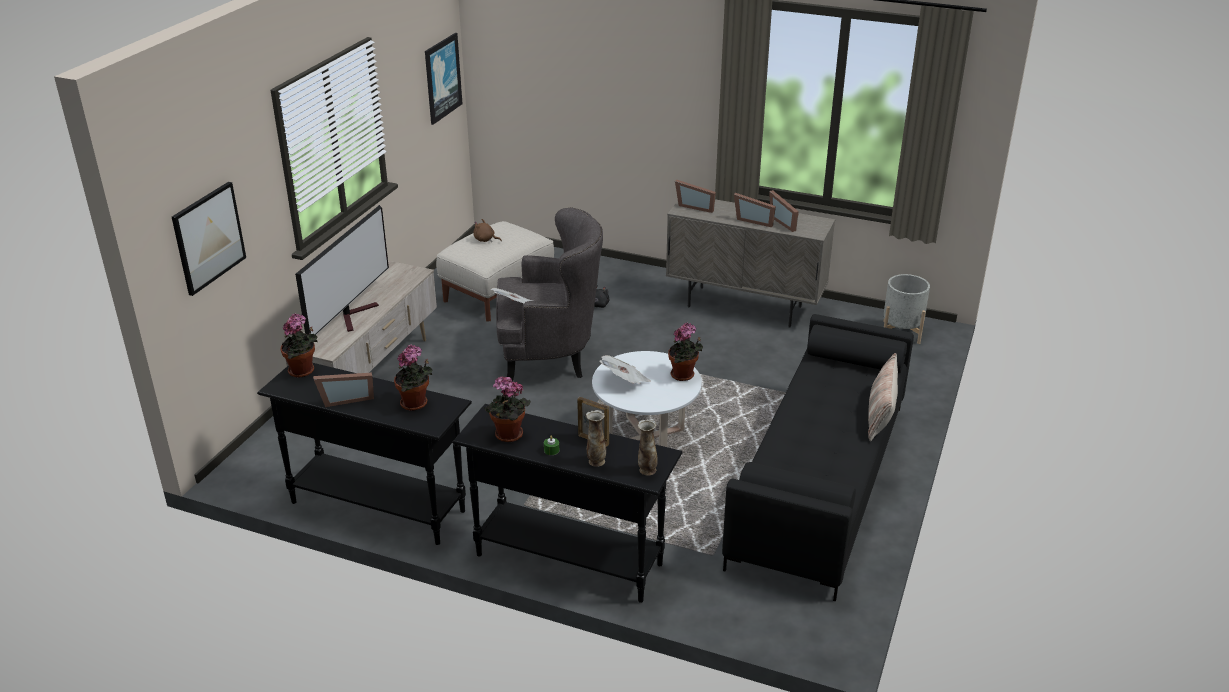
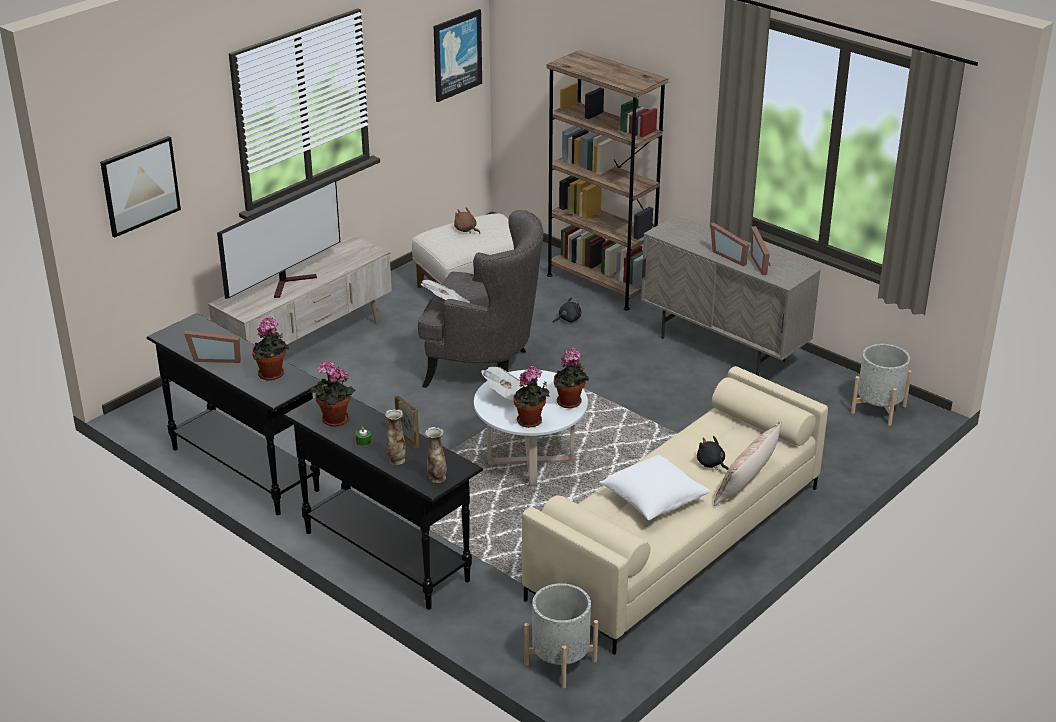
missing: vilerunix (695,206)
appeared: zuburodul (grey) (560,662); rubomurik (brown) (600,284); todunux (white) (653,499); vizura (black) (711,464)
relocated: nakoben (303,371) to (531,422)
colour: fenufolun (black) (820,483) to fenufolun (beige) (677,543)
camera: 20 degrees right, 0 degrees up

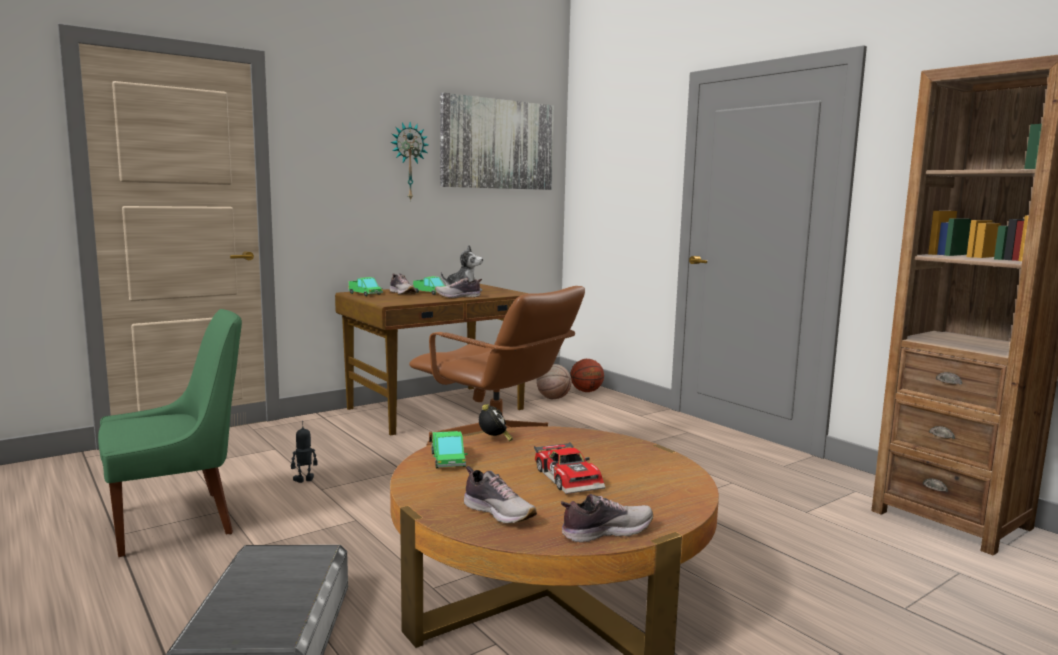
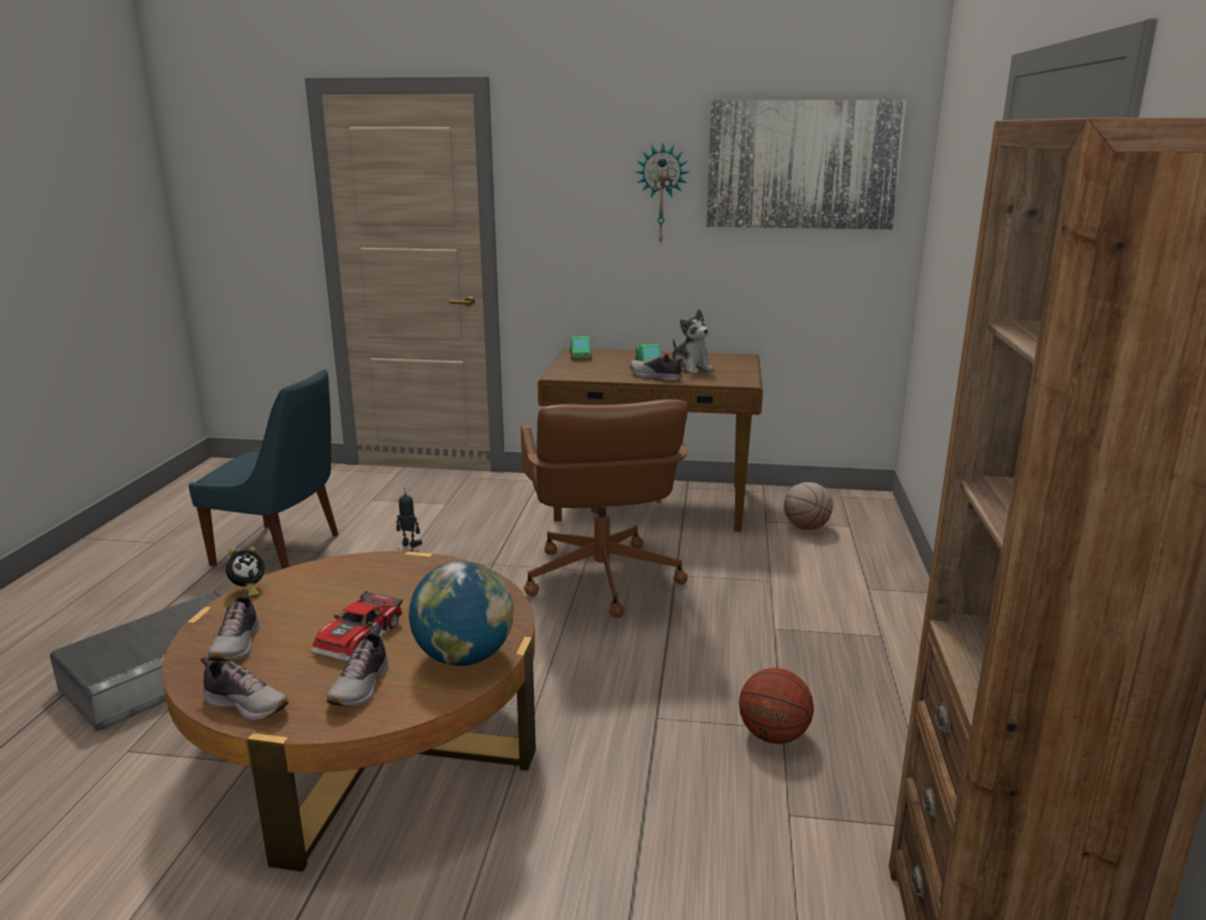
missing: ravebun (448,459)
appeared: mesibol (464,657)
relocated: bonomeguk (494,440) to (247,590); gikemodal (403,293) to (361,686); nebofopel (586,391) to (773,736)
colour: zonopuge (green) (178,521) to zonopuge (blue) (281,550)
camera: 45 degrees right, 10 degrees up

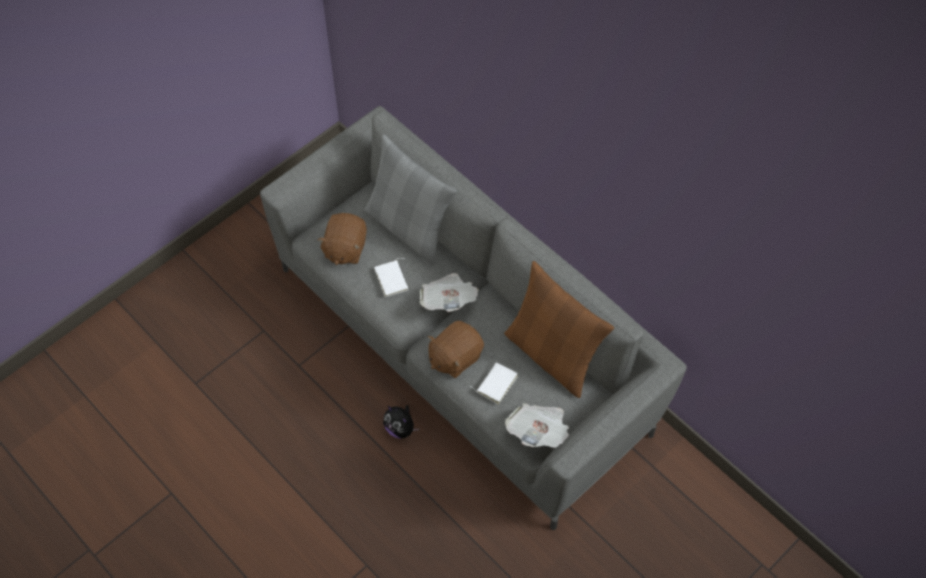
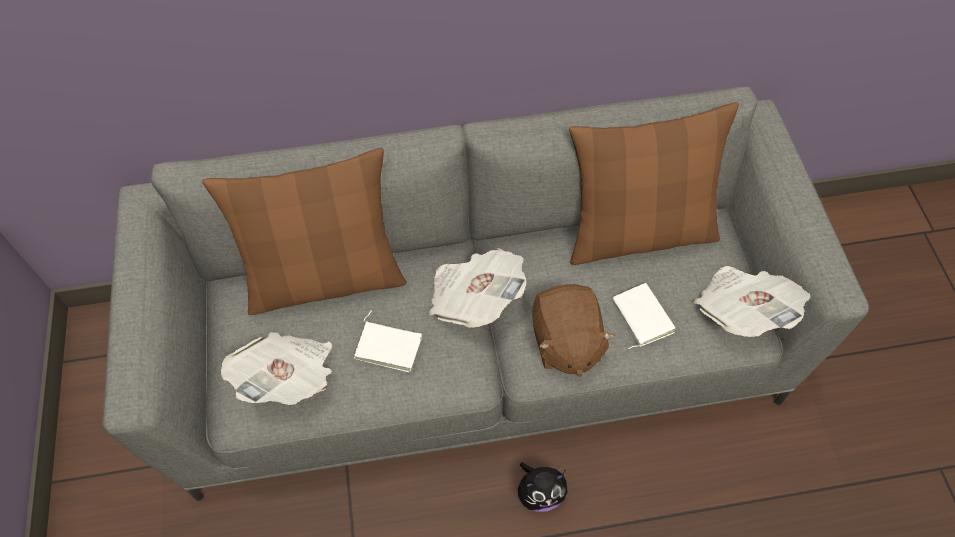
exchanged: vizura (brown) (345,248) to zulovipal (288,377)
colour: todunux (grey) (409,228) to todunux (brown) (325,279)
camera: 55 degrees left, 0 degrees up

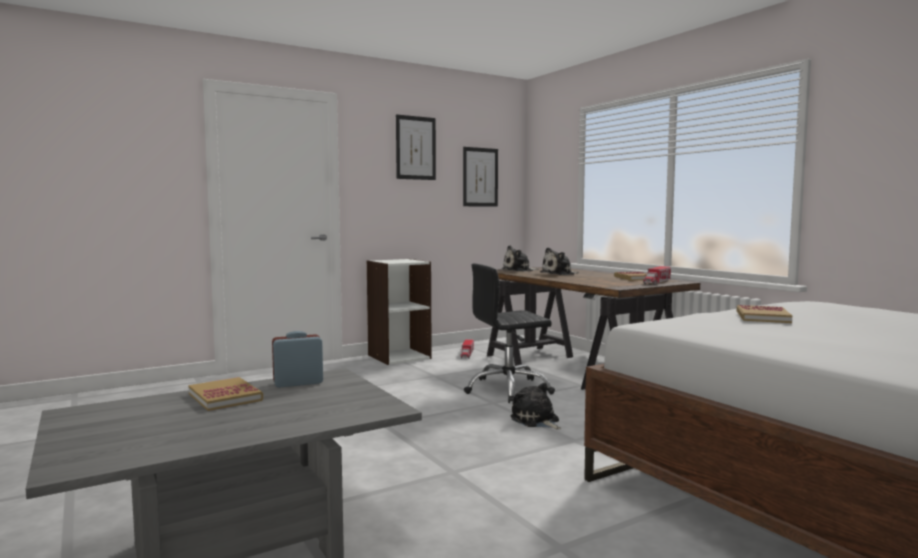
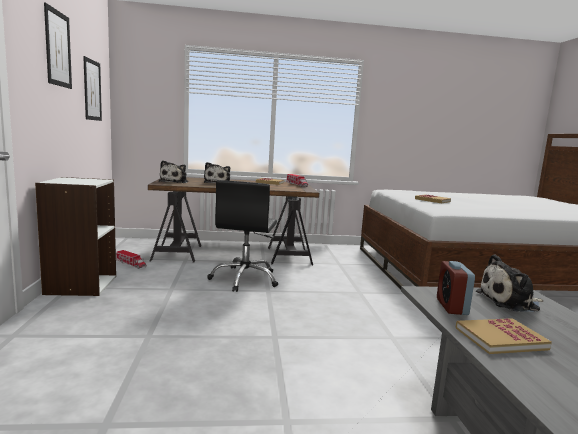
relocated: vizura (536,420) to (510,302)
camera: 65 degrees left, 5 degrees up

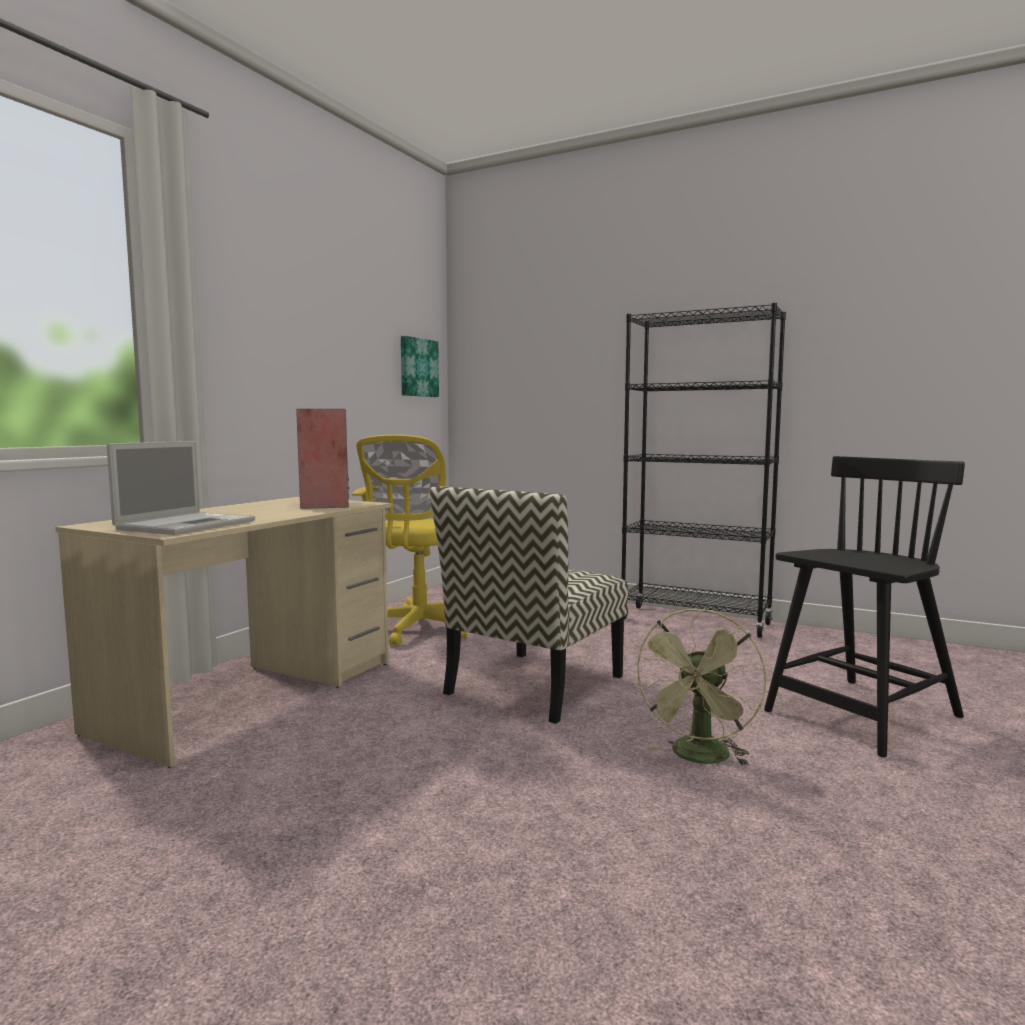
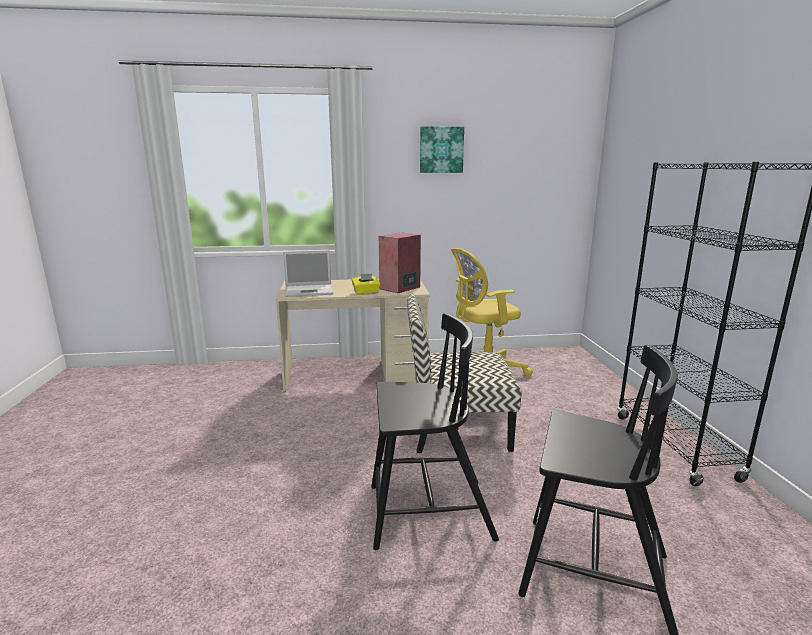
appeared: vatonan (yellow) (366,293)
relocated: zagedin (417,367) to (441,150)
exchanged: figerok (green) (699,758) to zonopuge (black) (427,512)
camera: 55 degrees right, 10 degrees up

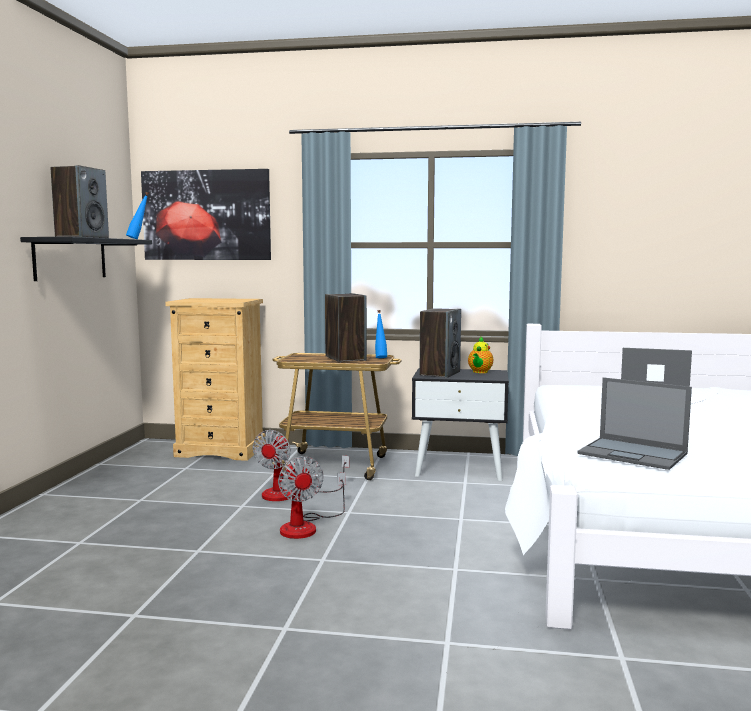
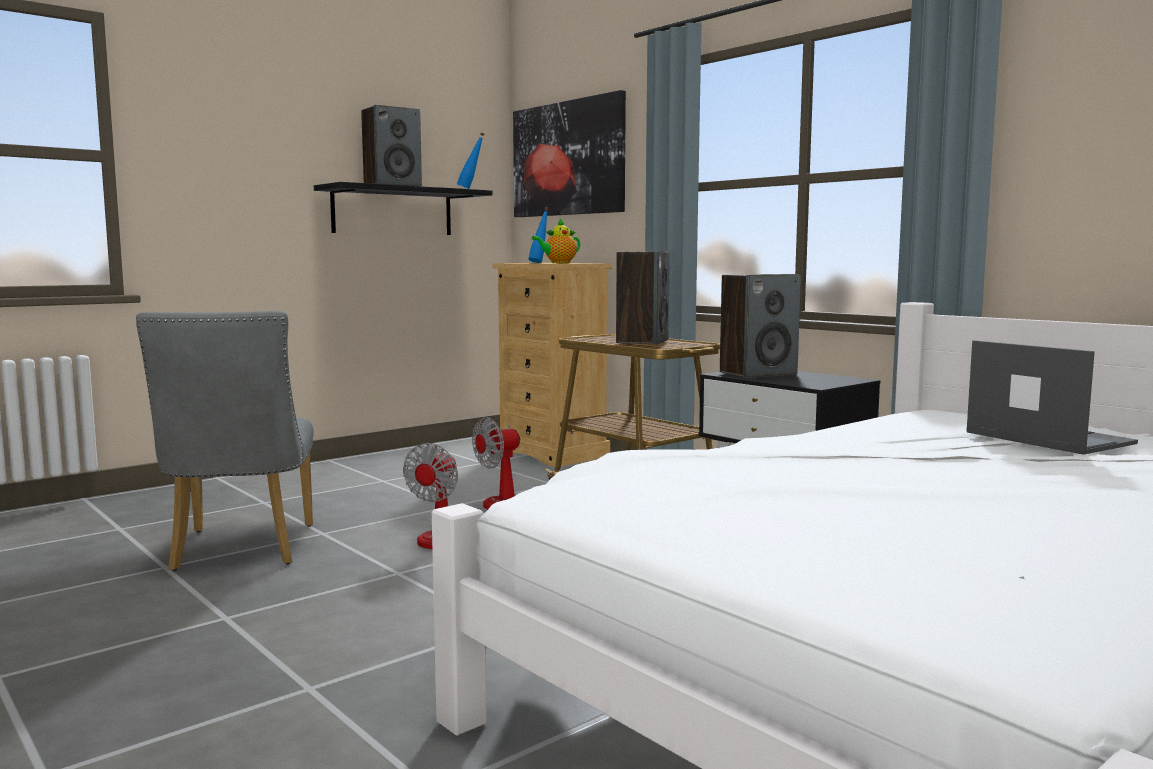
missing: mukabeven (634,454)
appeared: zonopuge (grey) (240,551)
relocated: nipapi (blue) (380,358) to (539,262); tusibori (479,372) to (558,263)
camera: 40 degrees right, 0 degrees up

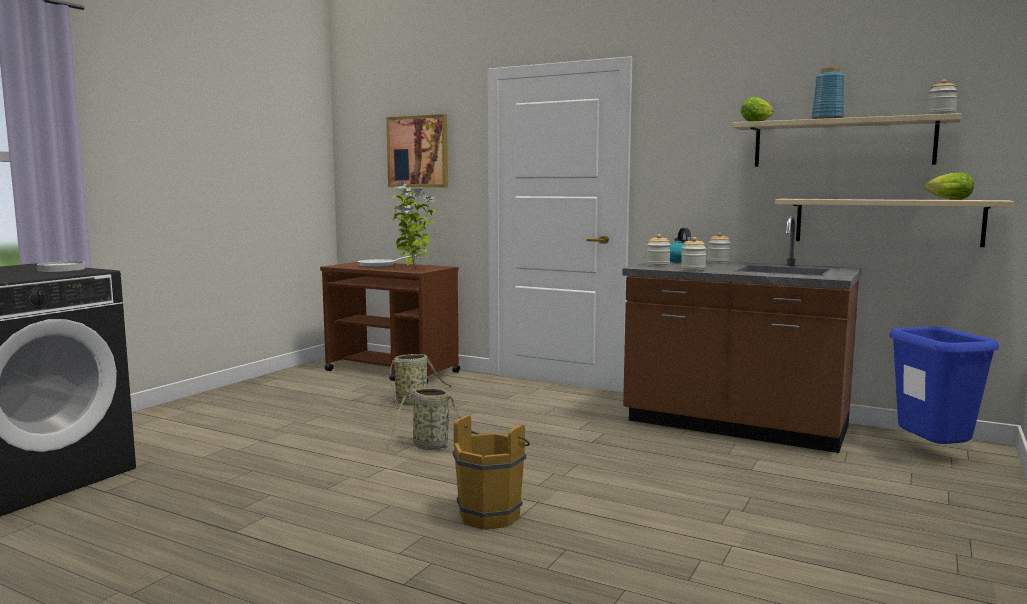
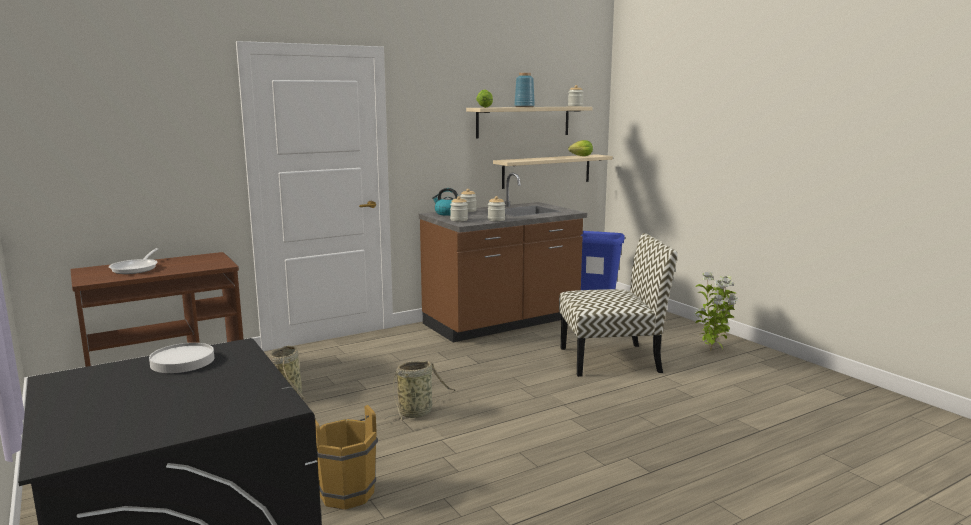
missing: zagedin (418,151)
appeared: zonopuge (611,359)
relocated: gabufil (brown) (492,514) to (345,491); nakoben (413,269) to (712,351)
camera: 60 degrees left, 5 degrees up

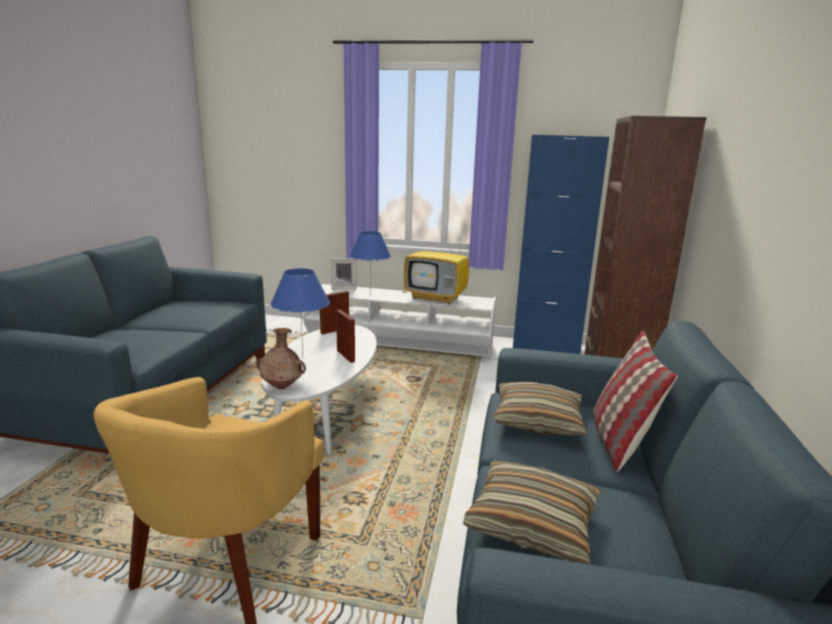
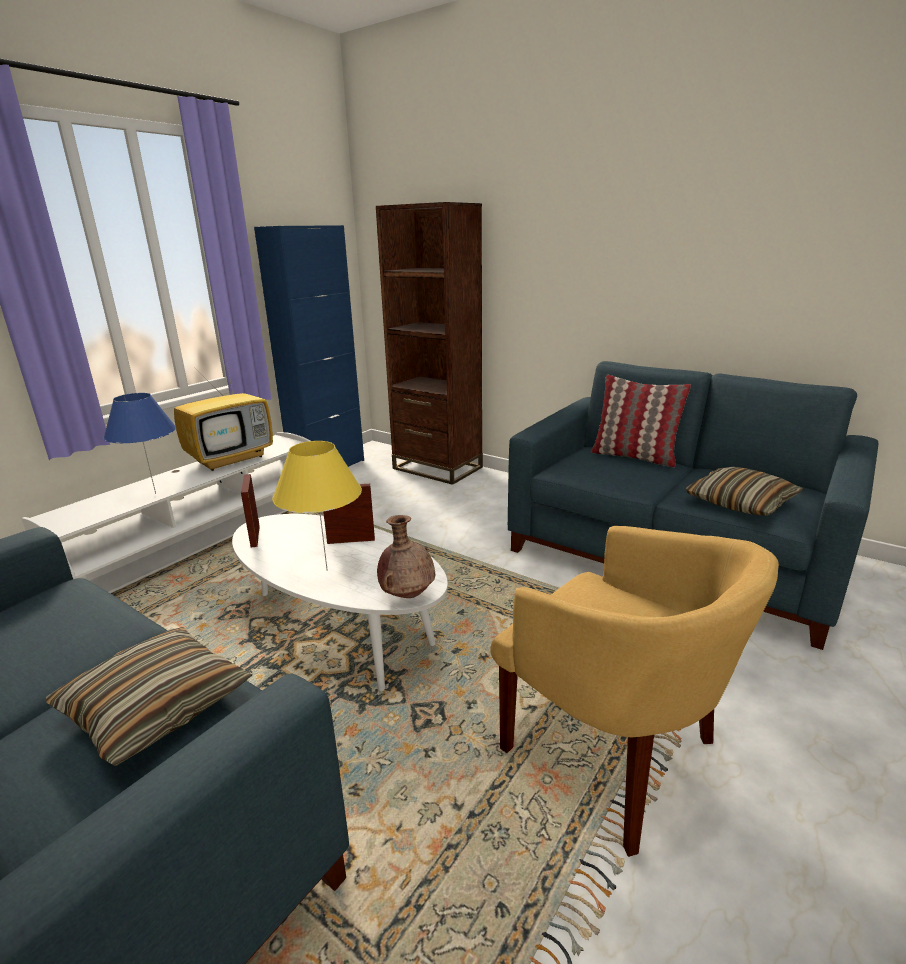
missing: vilerunix (343,288)
relocated: todunux (538,420) to (156,706)
colour: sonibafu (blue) (303,358) to sonibafu (yellow) (327,570)
camera: 65 degrees left, 5 degrees up

